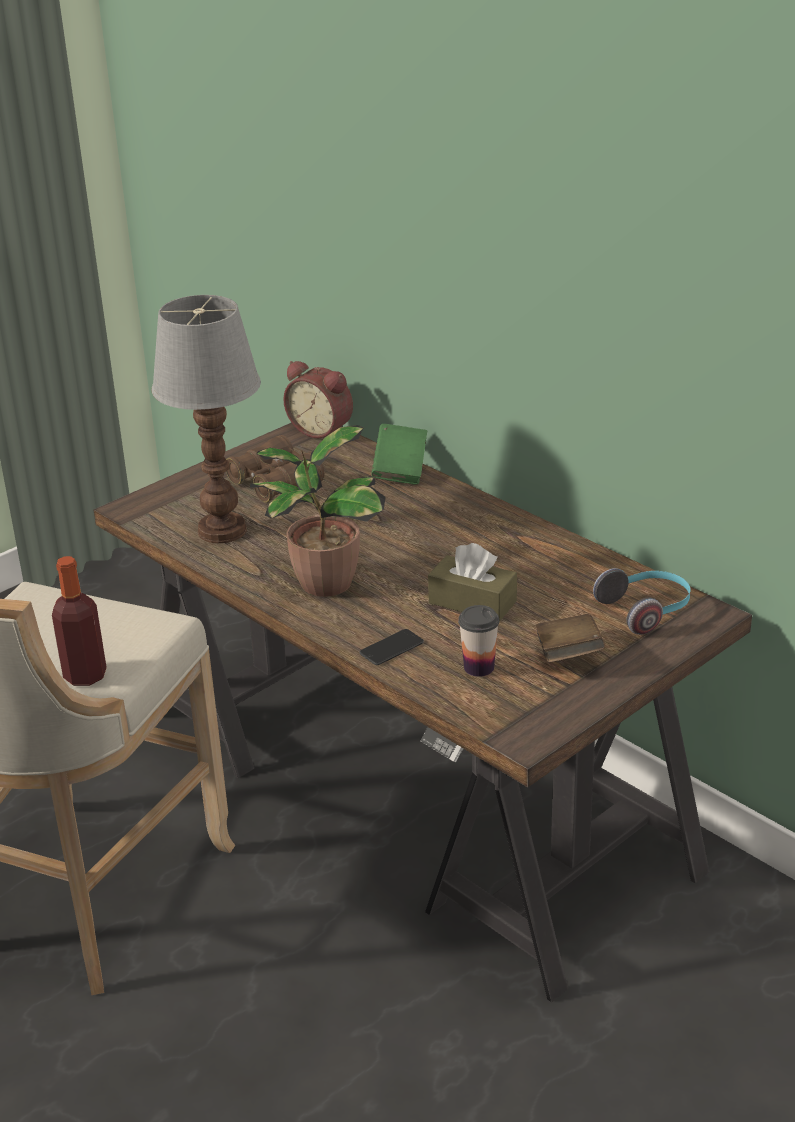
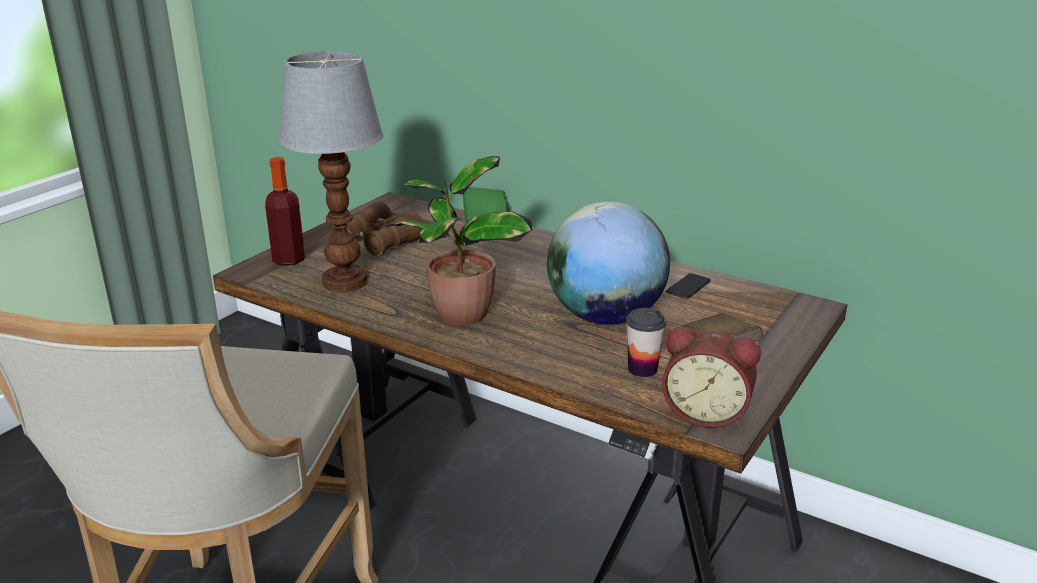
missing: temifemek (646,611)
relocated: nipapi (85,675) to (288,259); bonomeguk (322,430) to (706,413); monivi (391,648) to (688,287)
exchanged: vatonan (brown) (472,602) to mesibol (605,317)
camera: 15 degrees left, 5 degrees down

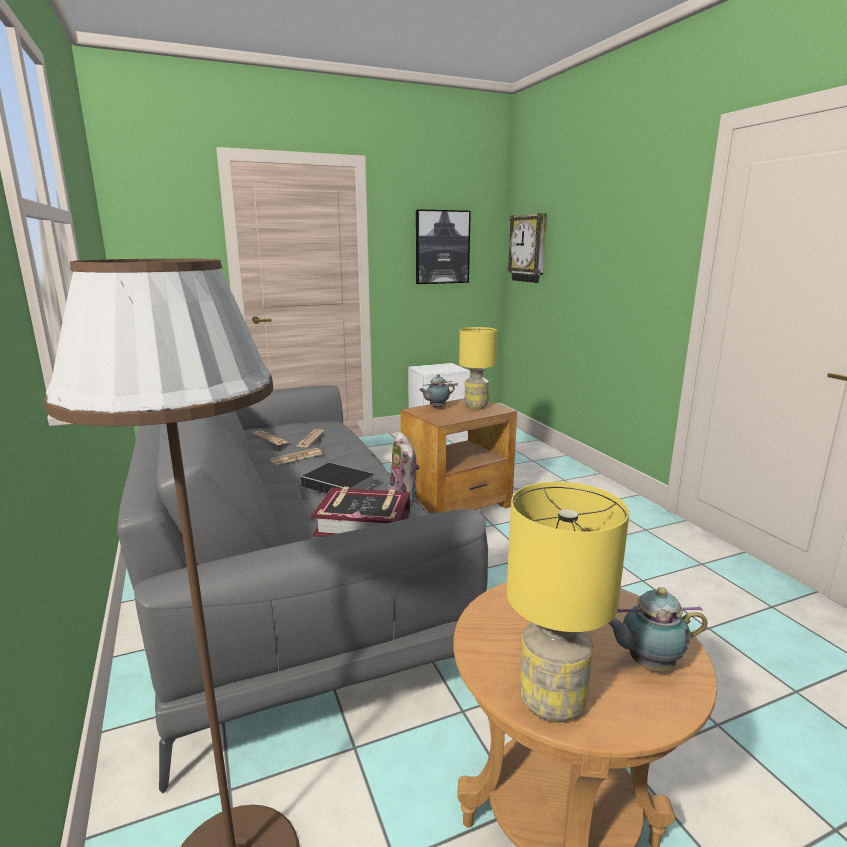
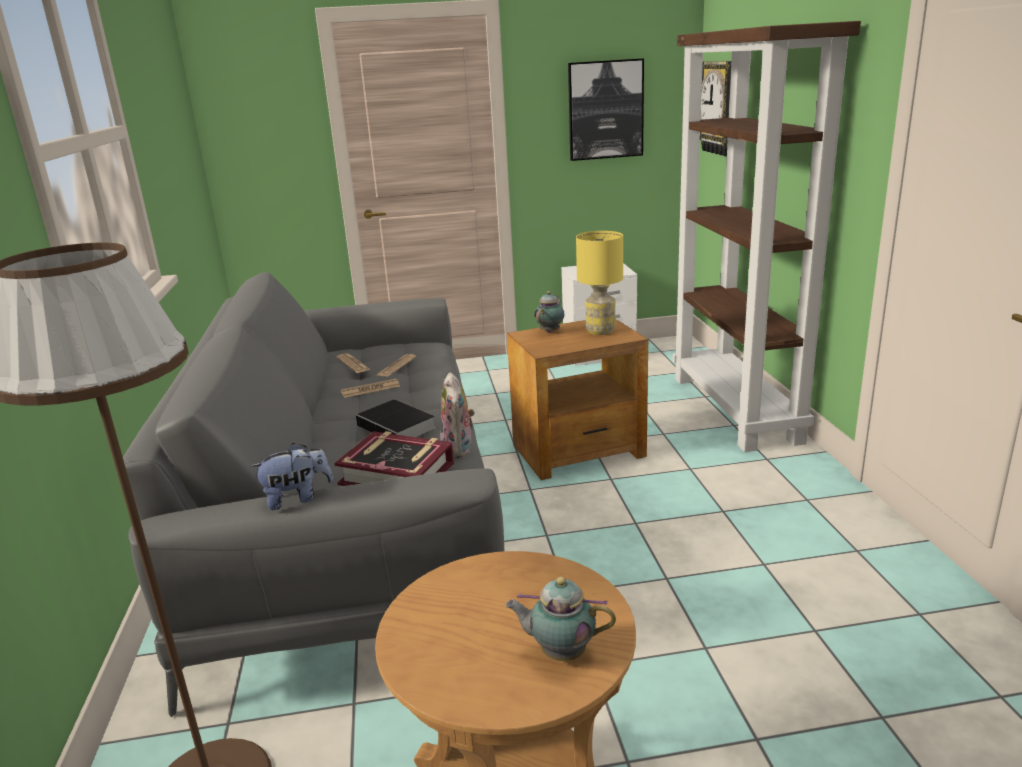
missing: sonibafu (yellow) (551,702)
appeared: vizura (297,498); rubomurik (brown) (736,409)
spun: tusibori (436,407) = (551,331) 135 degrees clockwise
camera: 15 degrees right, 5 degrees up

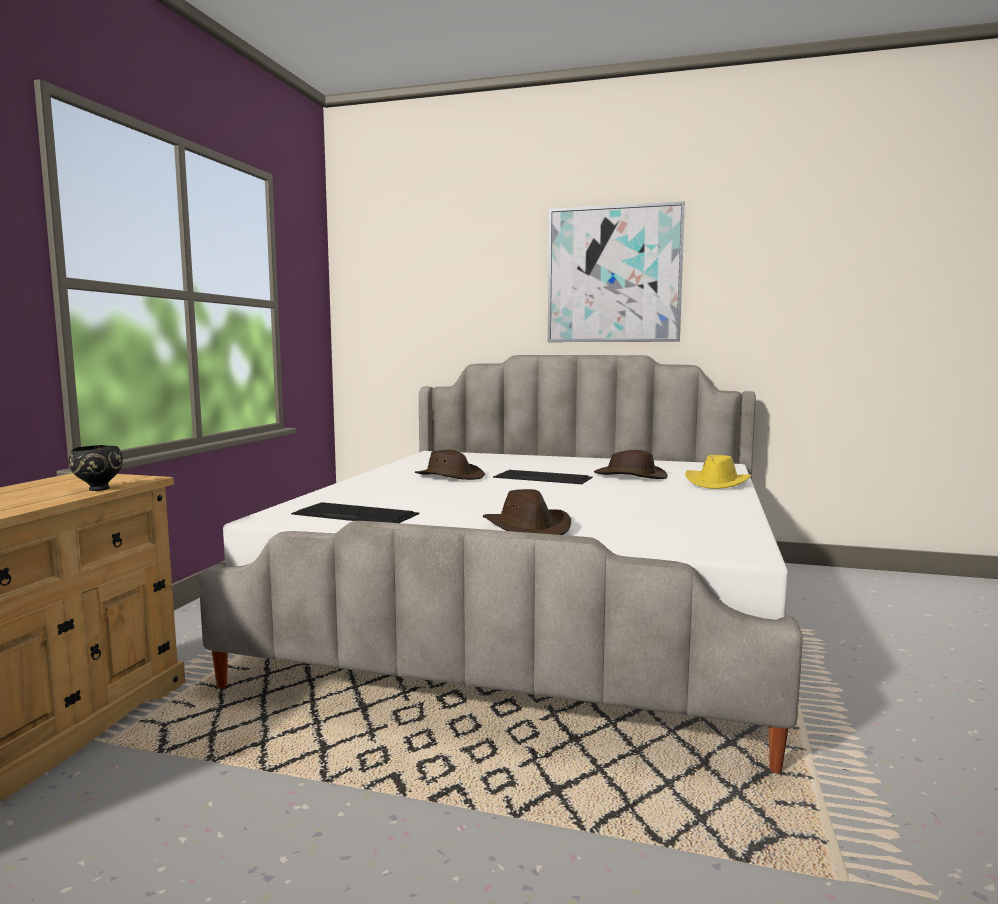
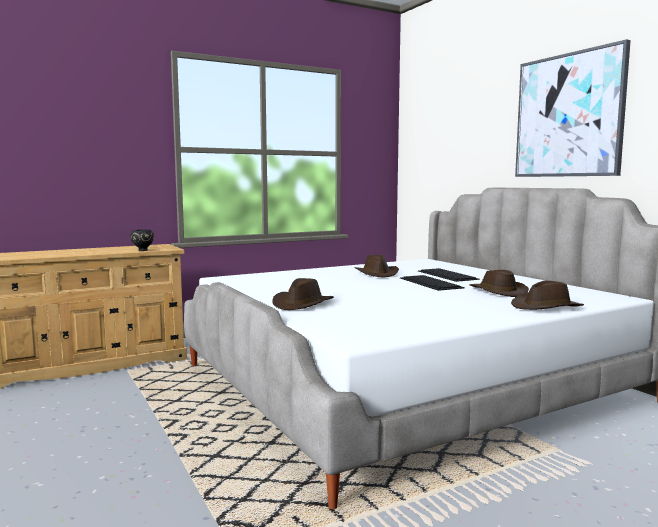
relocated: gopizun (356,514) to (448,275)
colour: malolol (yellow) (717,483) to malolol (brown) (546,307)
camera: 45 degrees right, 0 degrees up

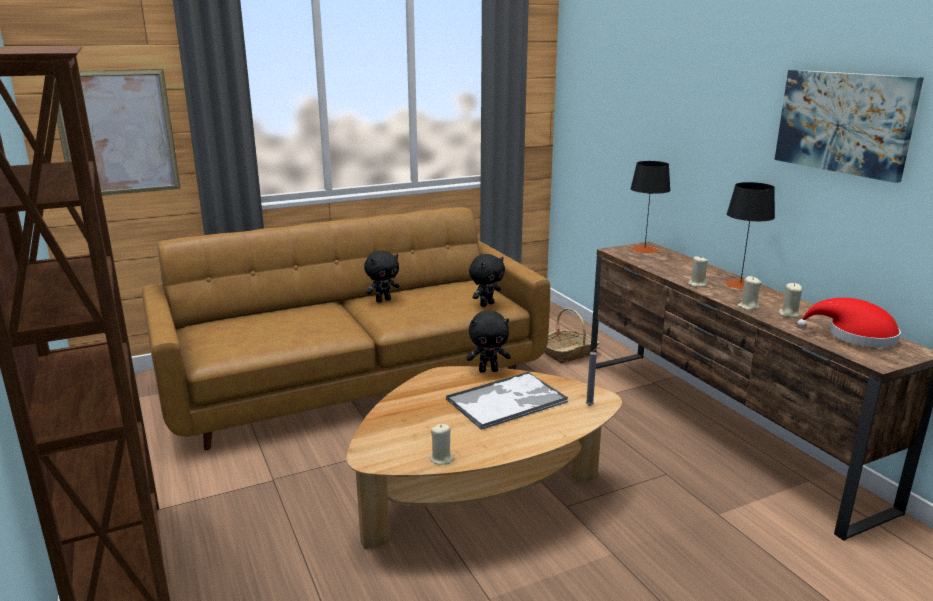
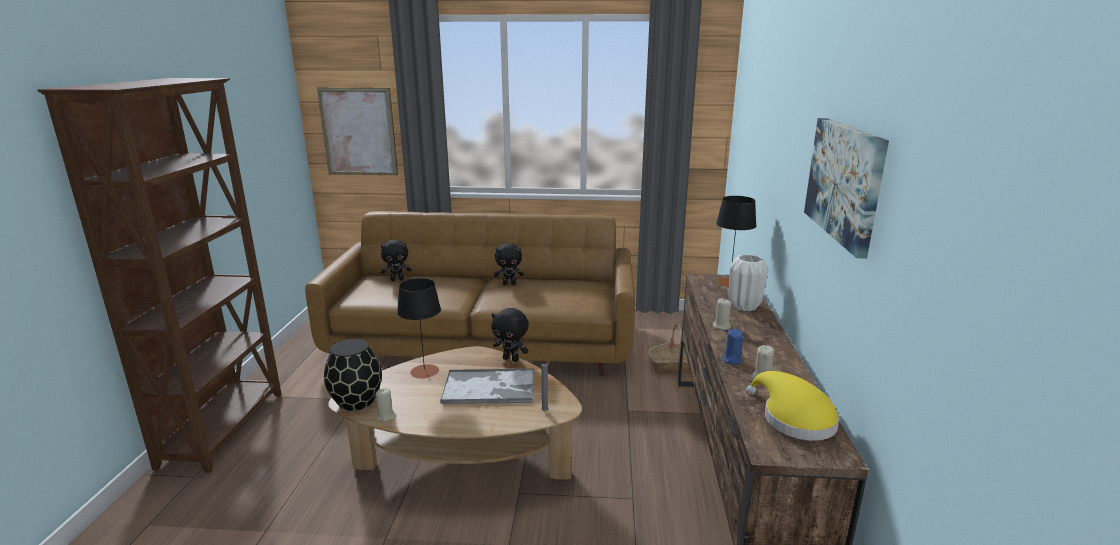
appeared: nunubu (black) (356,401); nunubu (white) (744,307)
relocated: vizura (black) (486,304) to (397,279); sonibafu (black) (740,285) to (424,371)
colour: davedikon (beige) (748,307) to davedikon (blue) (732,360); malolol (red) (855,336) to malolol (yellow) (793,419)
camera: 30 degrees right, 0 degrees up

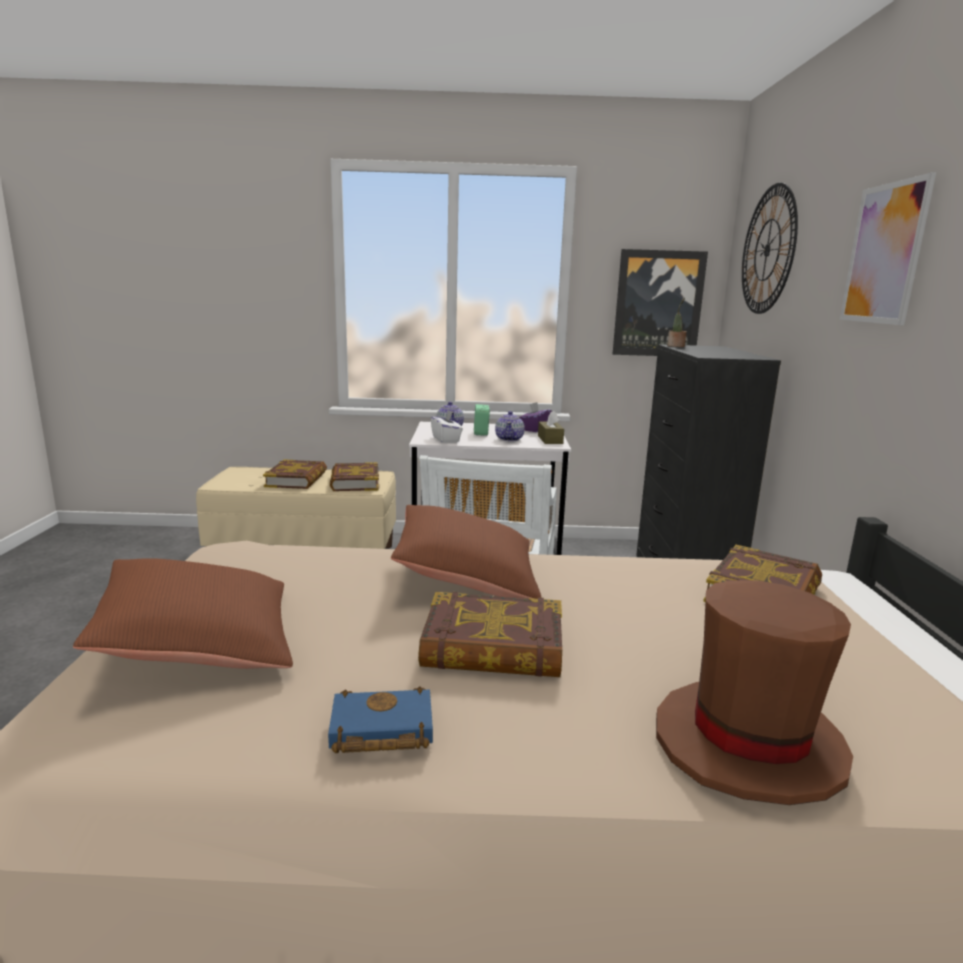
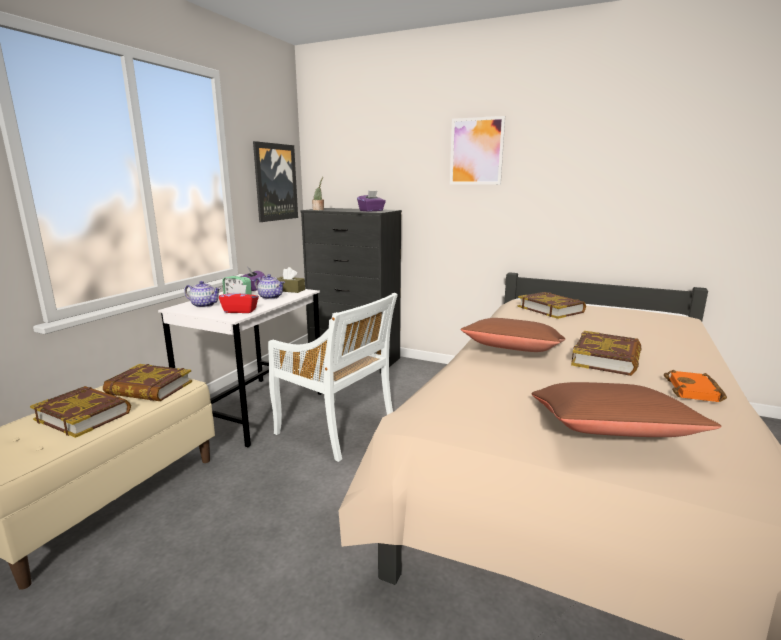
missing: malolol (brown) (748,743); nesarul (767,250)
appeared: vatonan (purple) (371,211)
colour: vatonan (white) (446,439) to vatonan (red) (240,311); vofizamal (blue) (379,730) to vofizamal (orange) (695,391)
camera: 65 degrees left, 0 degrees up

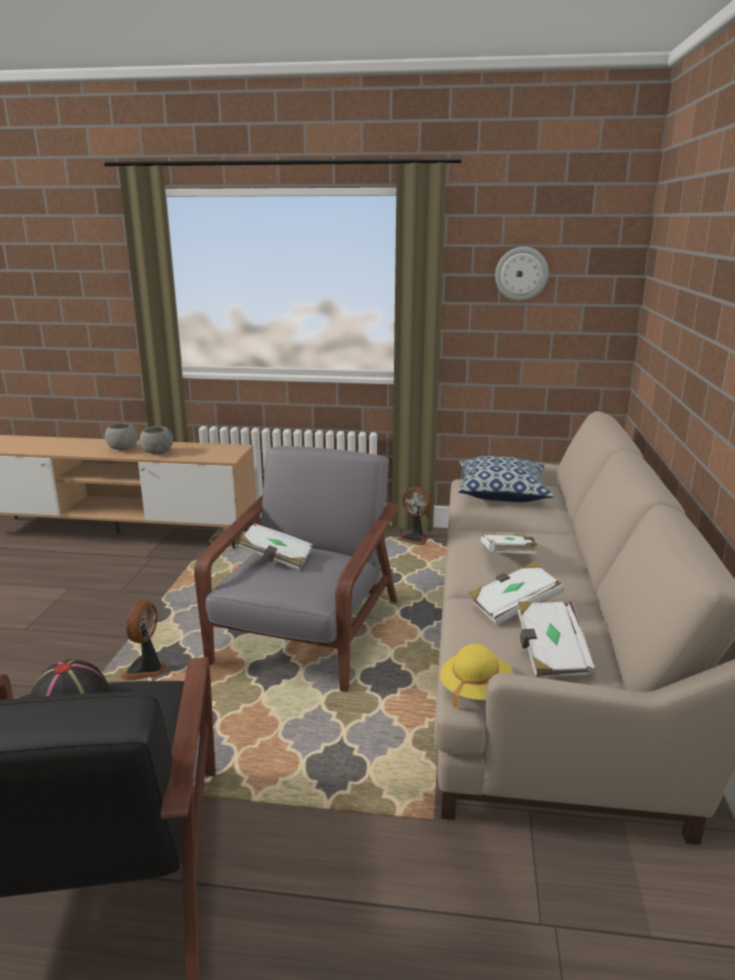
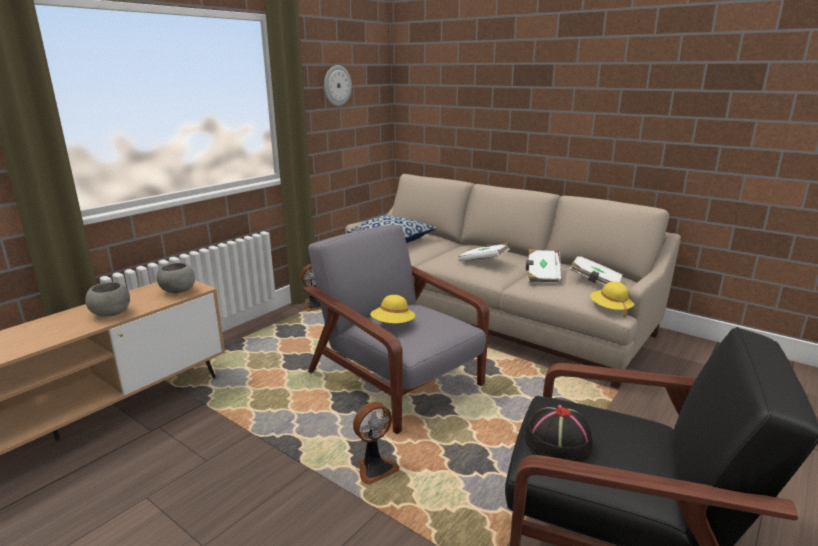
relocated: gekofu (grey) (122,449) to (178,291)
exchanged: vofizamal (white) (276,559) to malolol (yellow) (393,325)
spun: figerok (146,670) = (375,468) 75 degrees counterclockwise
camera: 60 degrees left, 0 degrees up

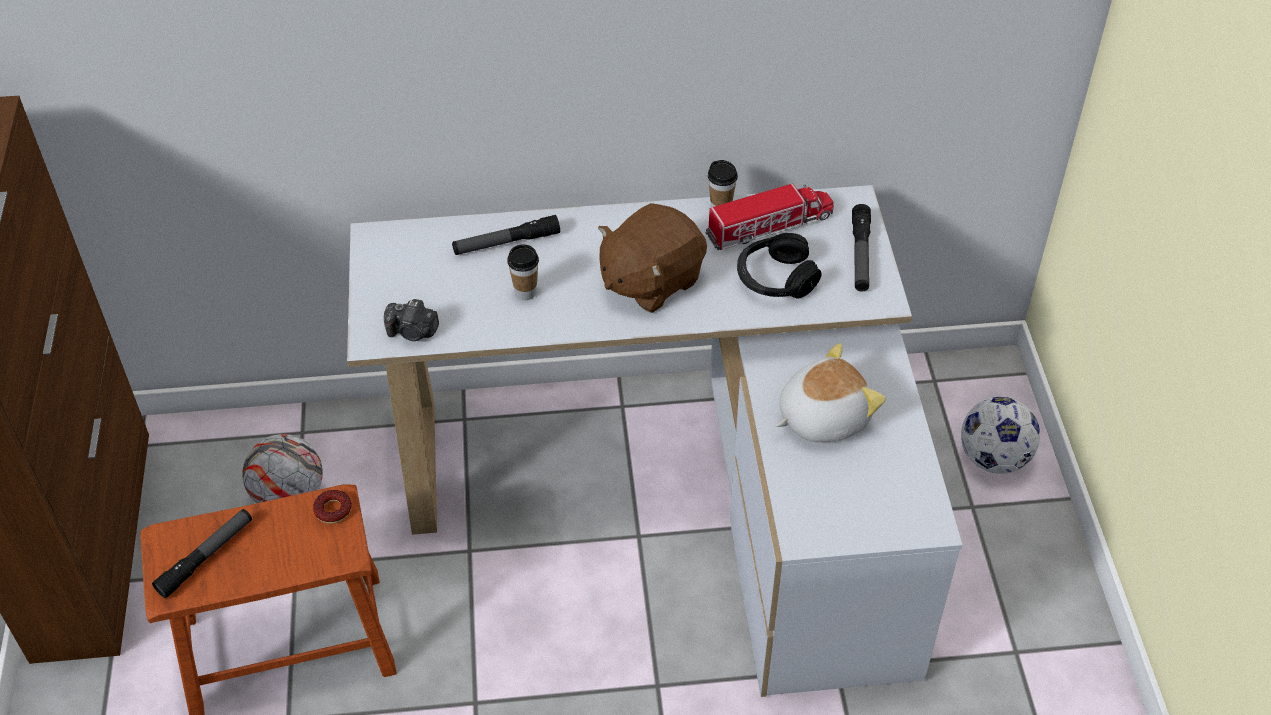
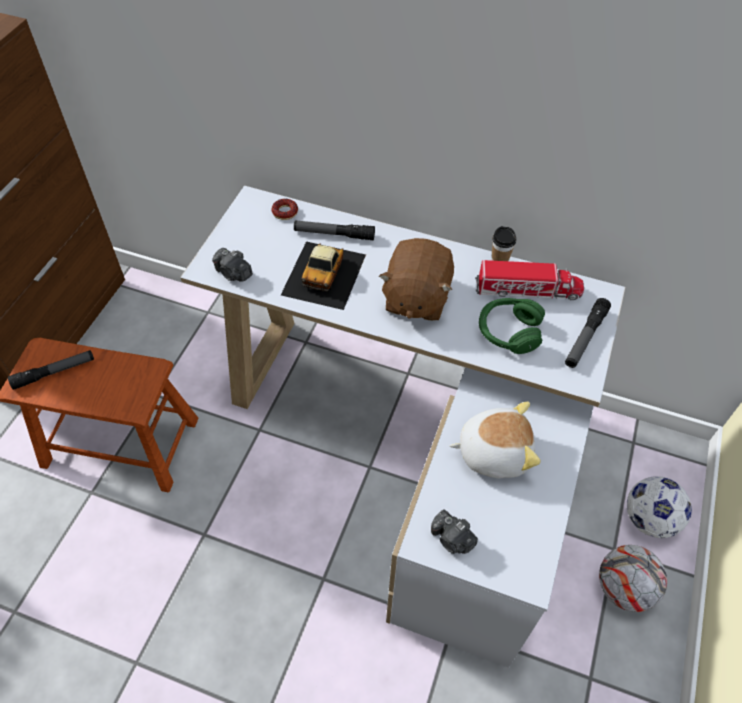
appeared: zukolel (452,539)
relocated: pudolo (333,510) to (285,212); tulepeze (289,496) to (623,588)
exchanged: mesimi (525,292) to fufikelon (324,274)
colour: temifemek (black) (775,278) to temifemek (green) (508,331)
spun: vizura (brown) (650,280) = (416,298) 60 degrees counterclockwise
camera: 25 degrees right, 5 degrees up

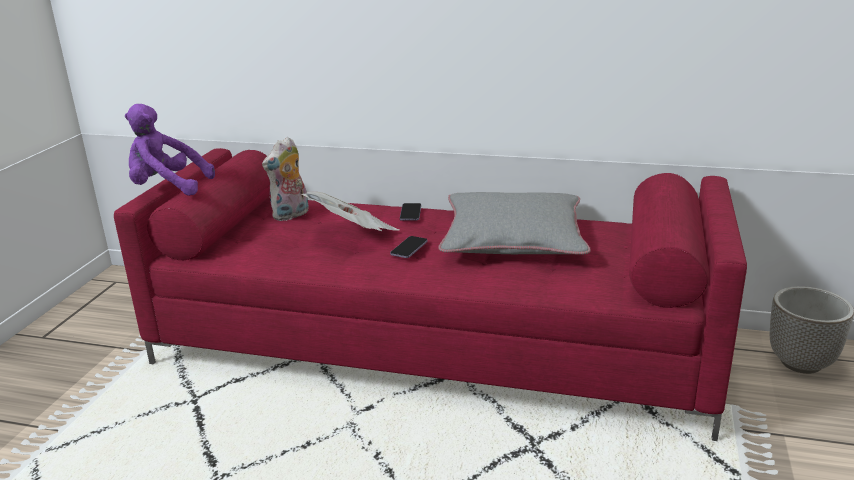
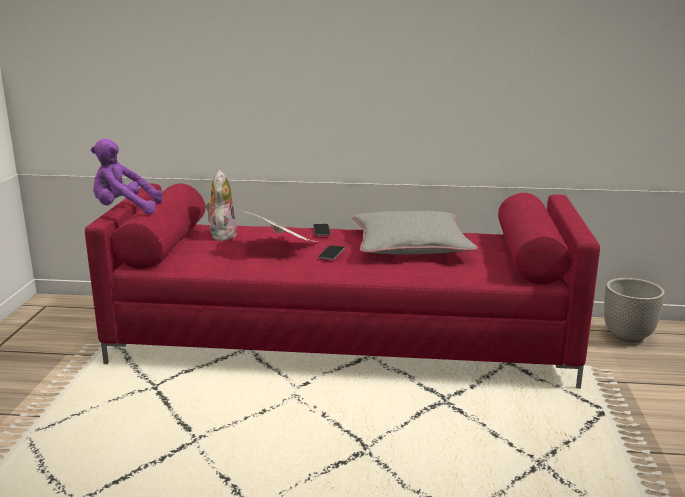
spun: vizura (291,215) = (221,235) 150 degrees clockwise
camera: 10 degrees left, 5 degrees down

